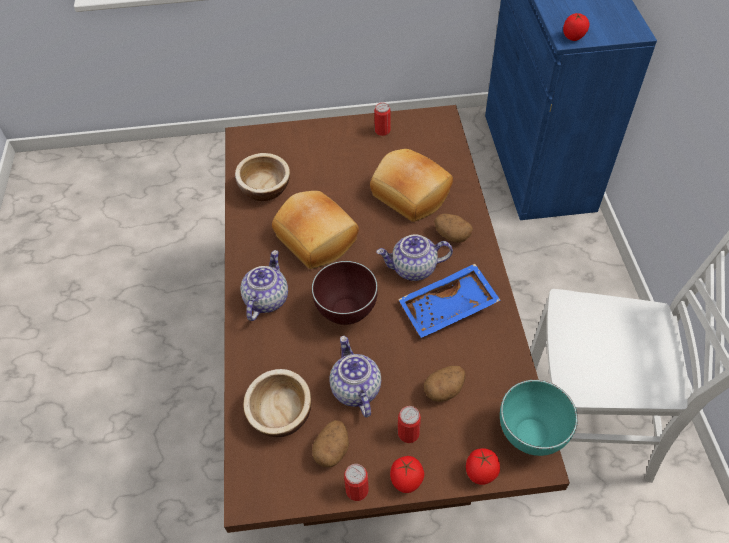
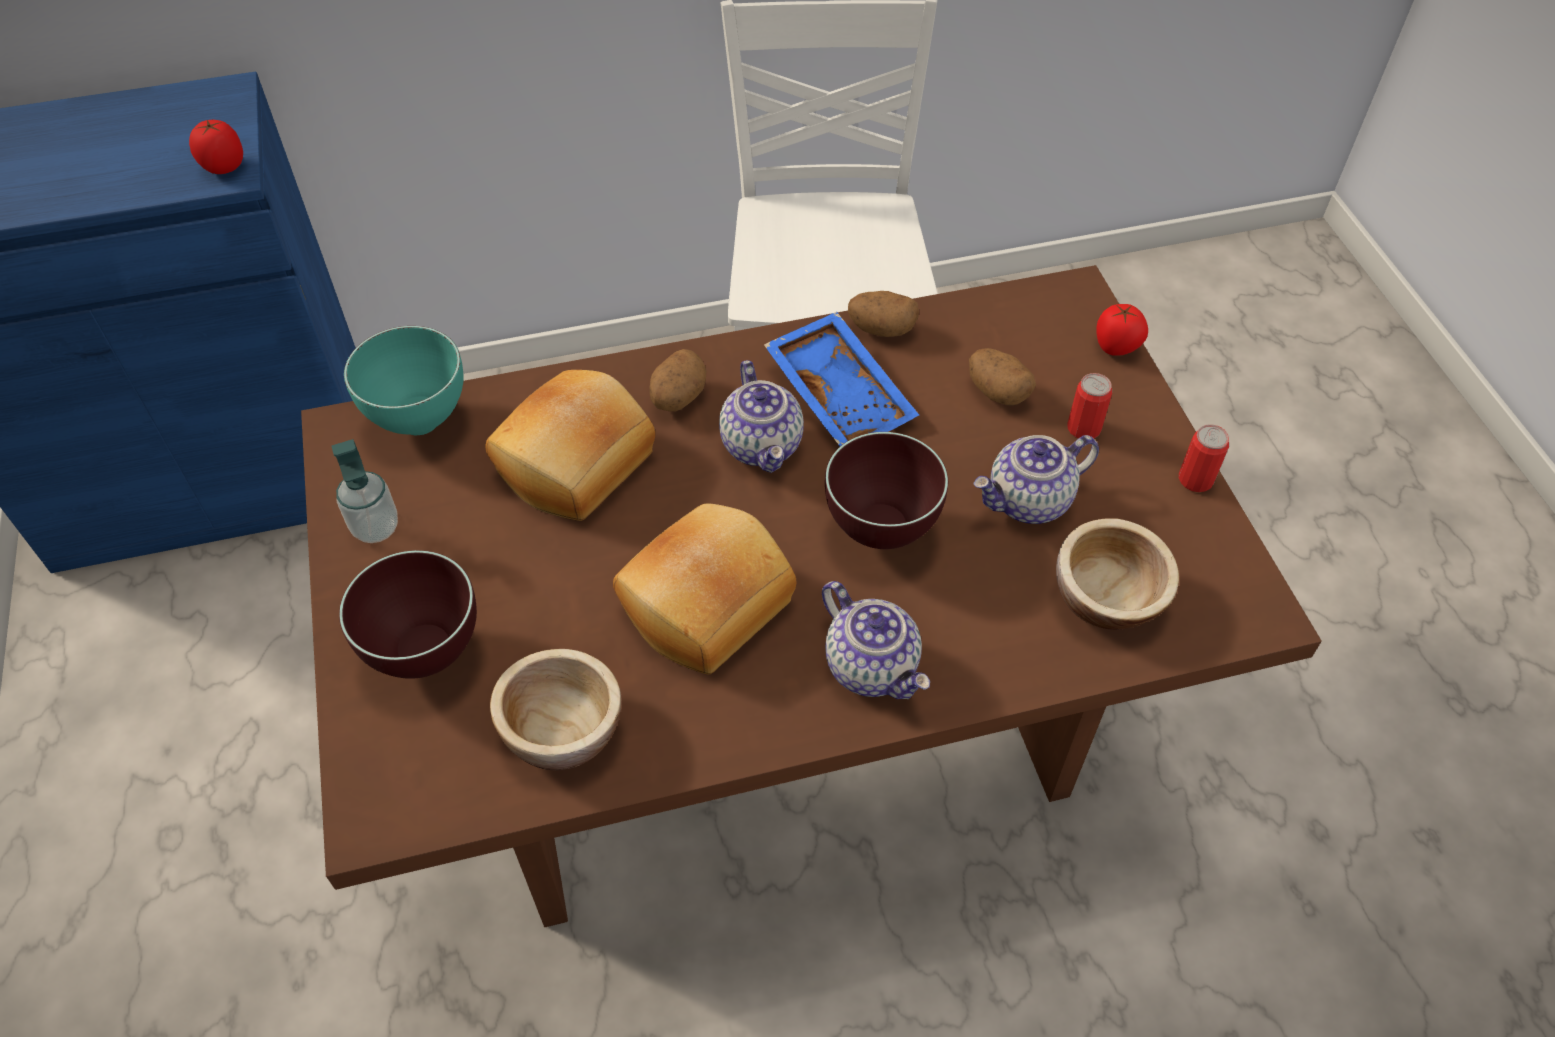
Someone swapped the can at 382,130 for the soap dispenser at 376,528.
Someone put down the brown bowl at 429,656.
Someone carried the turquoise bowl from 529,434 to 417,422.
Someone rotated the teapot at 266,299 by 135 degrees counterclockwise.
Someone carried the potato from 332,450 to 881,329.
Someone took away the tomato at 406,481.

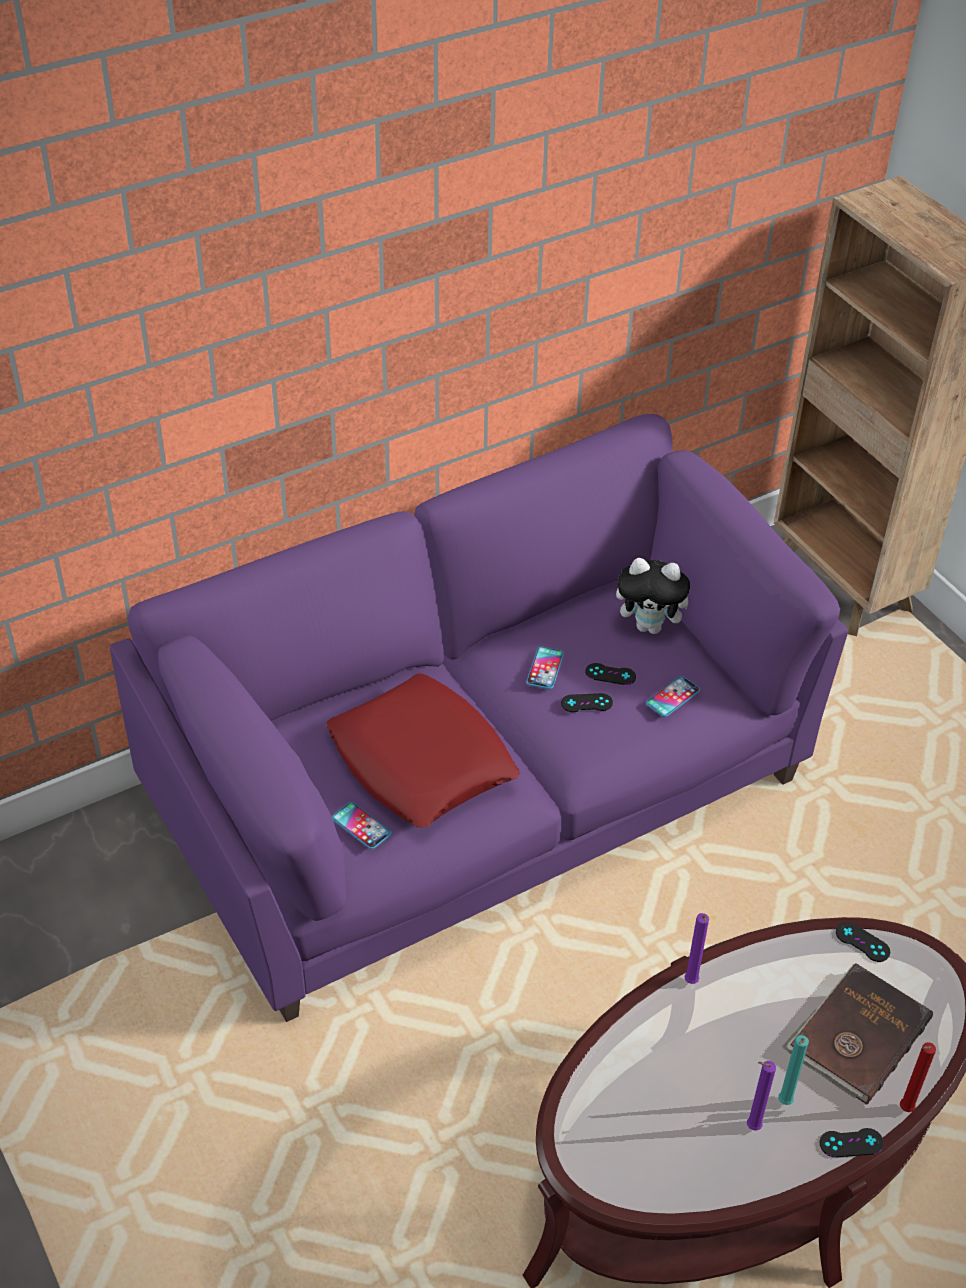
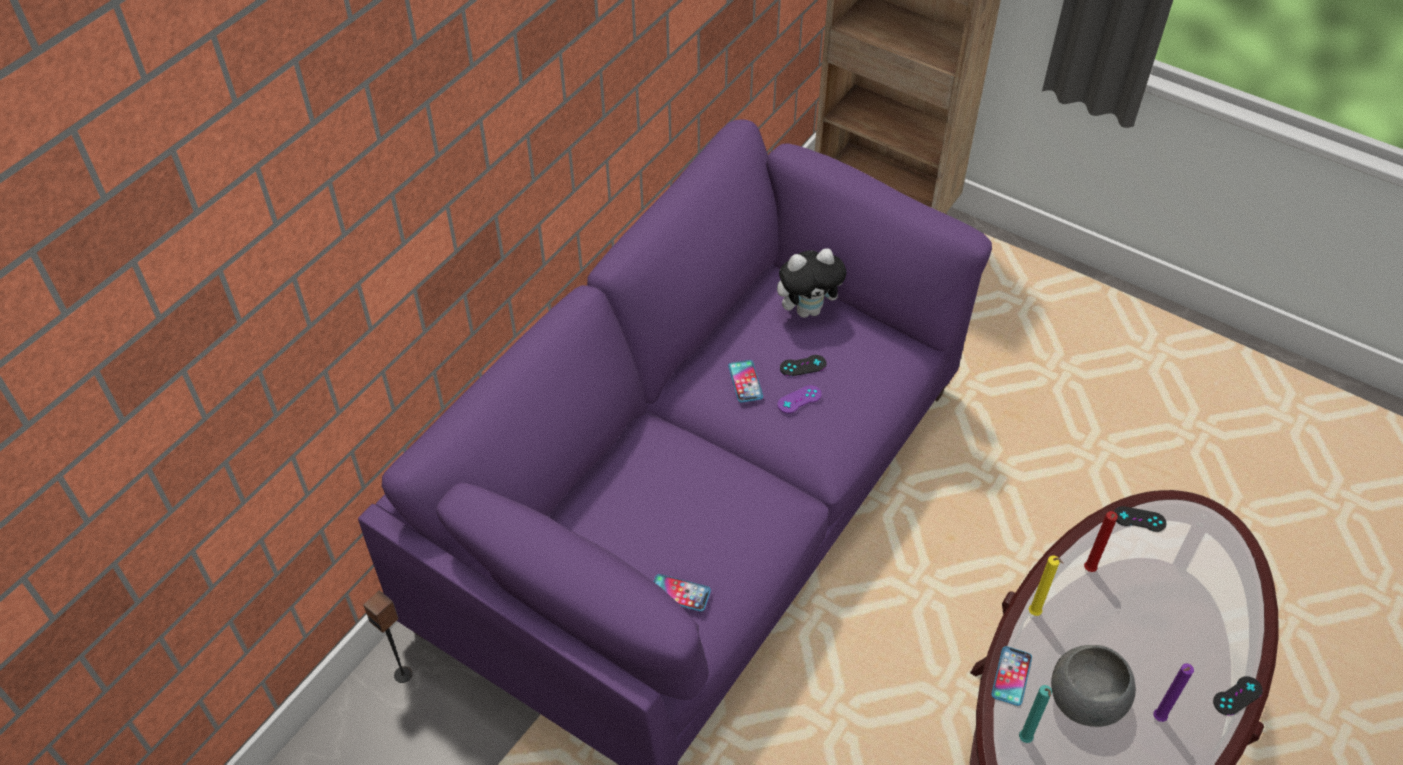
Someone put down the speaker at 403,674.
Someone repainted the black game controller at 586,703, which became the purple game controller at 799,399.
Someone carried the phone from 672,697 to 1011,676.
Someone carried the turquoise candle from 783,1103 to 1025,741.
Someone repainted the purple candle at 691,983, which became the yellow candle at 1035,614.
Someone put down the grey bowl at 1084,700.
Someone carried the red candle from 904,1110 to 1088,571.
Someone took away the red pillow at 422,761.
Someone took away the brown book at 856,1036.

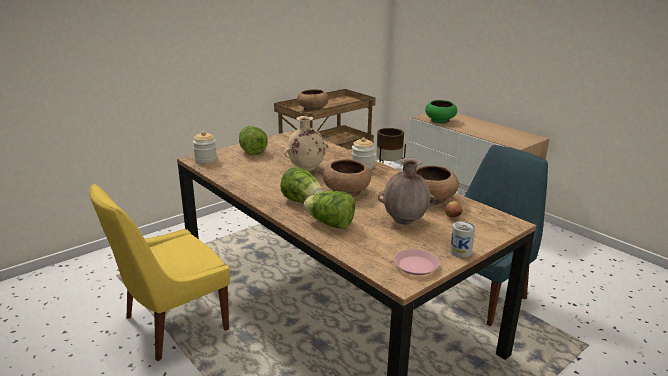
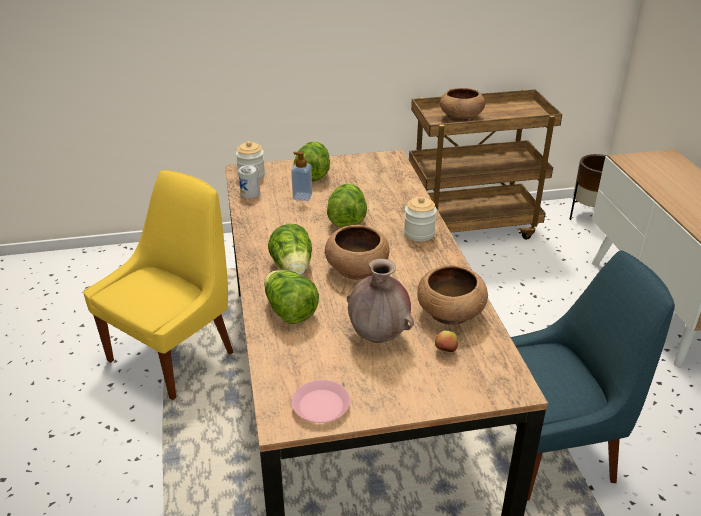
Someone rotated the yellow chair at 172,325 by 135 degrees clockwise.
Someone carried the can from 460,251 to 250,193.
Someone put down the soap dispenser at 302,196.
Someone swapped the beige vase at 306,169 for the lettuce at 347,219.
Someone took away the green bowl at 440,121.

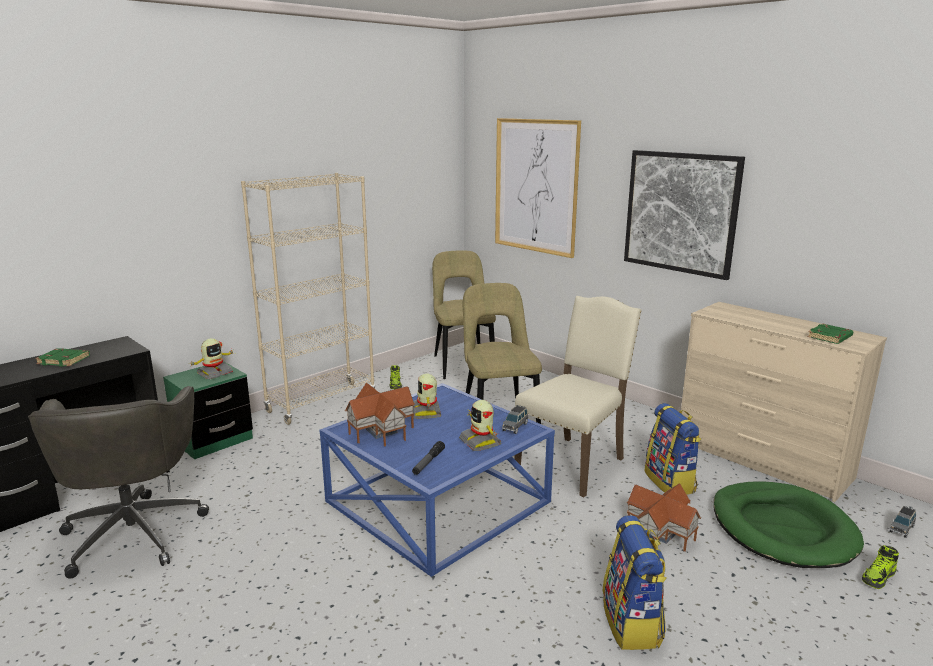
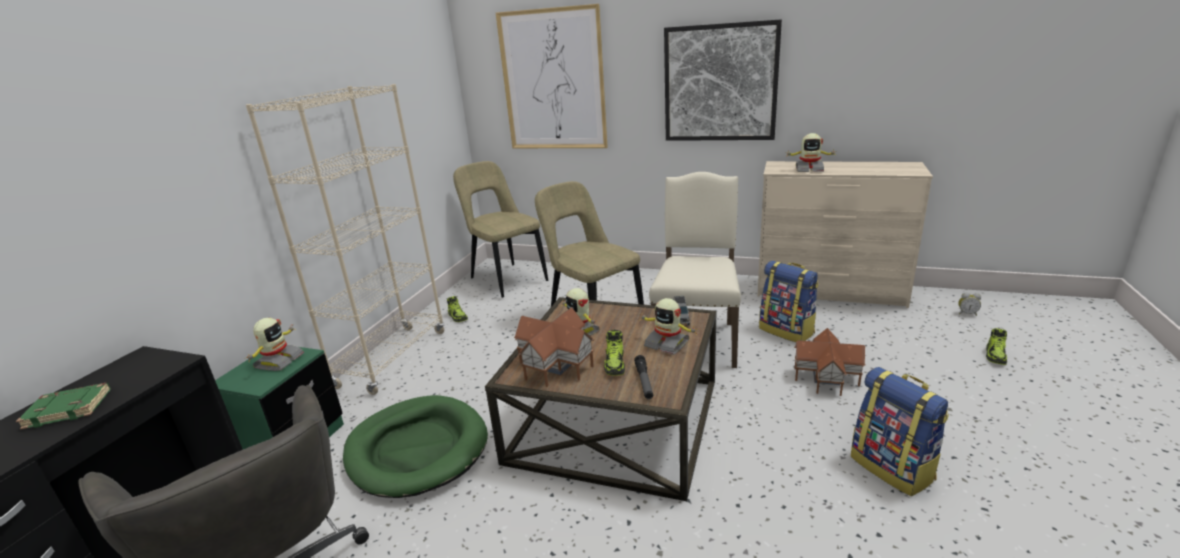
Someone carried the green dog bed from 782,529 to 417,449.
Someone repainted the blue coffee table at 439,501, which became the brown coffee table at 616,419.
Someone put down the shoe at 615,364.
Someone put down the toy robot at 809,169.
Someone swapped the grey toy car at 901,529 for the alarm clock at 967,313.
Someone took away the green book at 830,337.

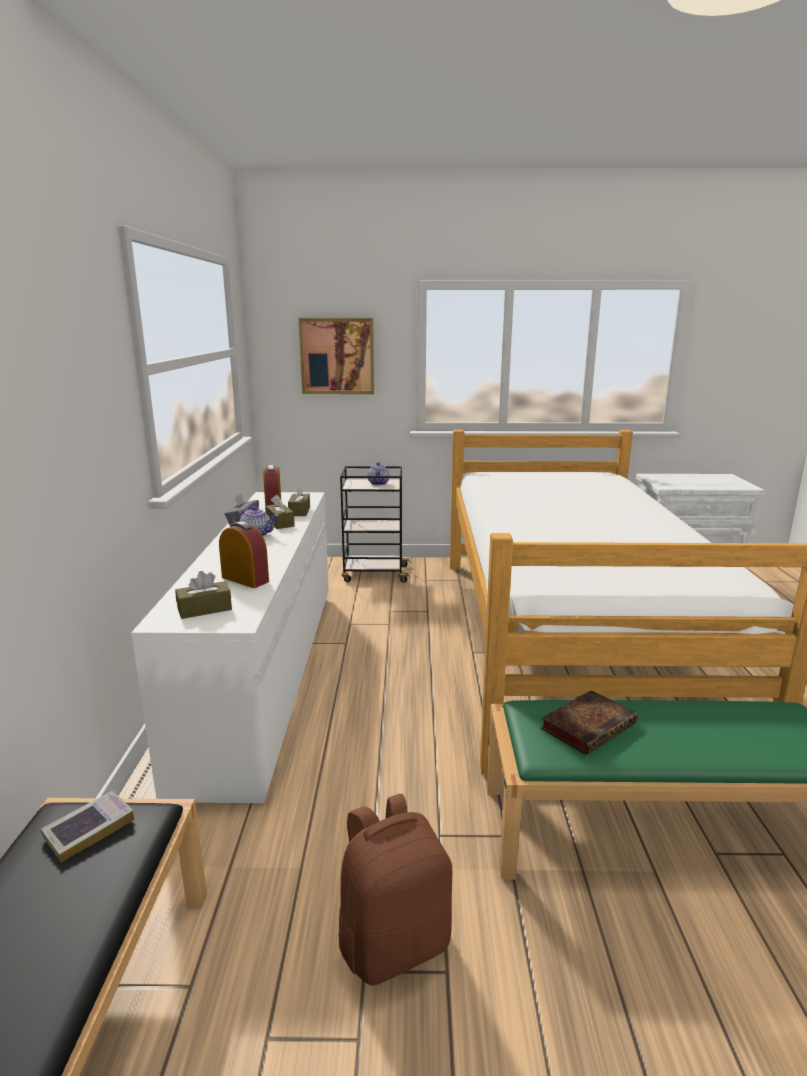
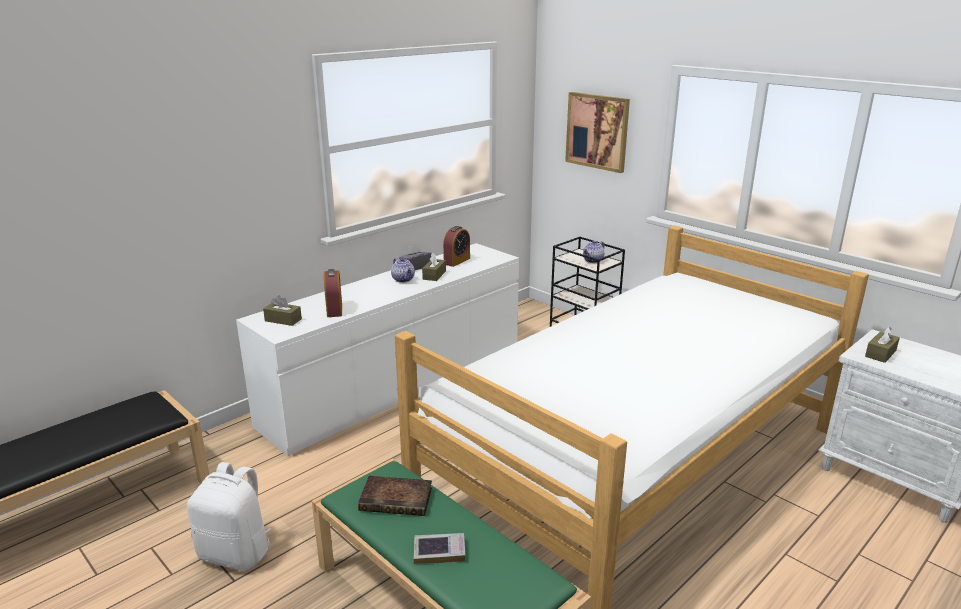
Someone repainted the brown backpack at 394,942, which became the white backpack at 236,553.
Someone carried the book from 89,829 to 439,551.
Someone carried the brown tissue box from 299,511 to 880,353.

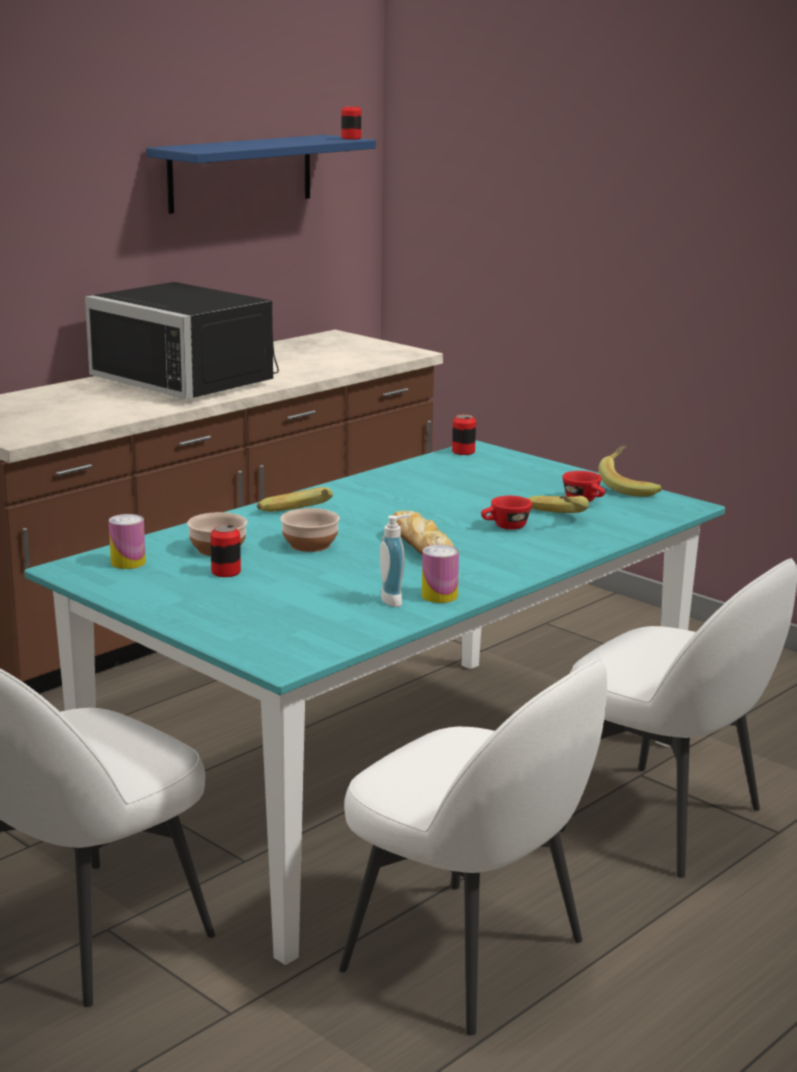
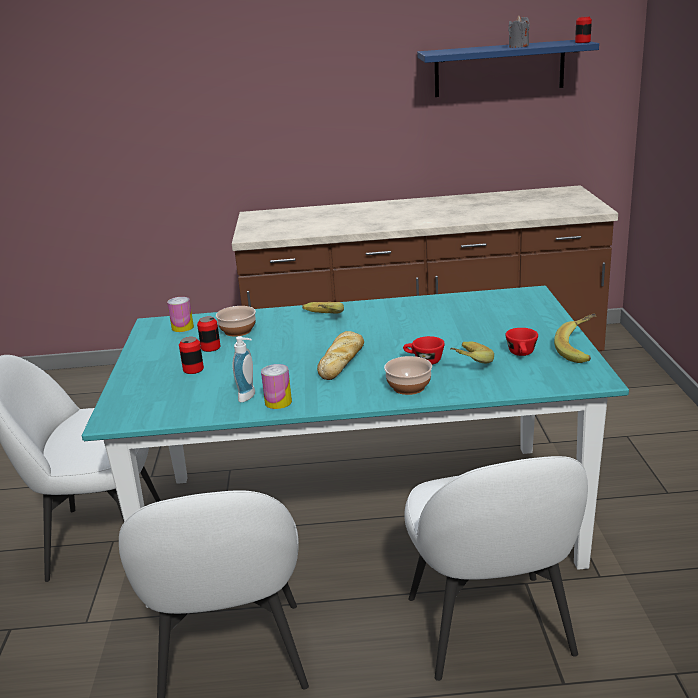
Someone carried the can from 463,452 to 193,369.
Someone carried the bowl from 309,544 to 408,387.
Someone put down the grey candle at 518,47.
Someone took away the black microwave at 192,380.

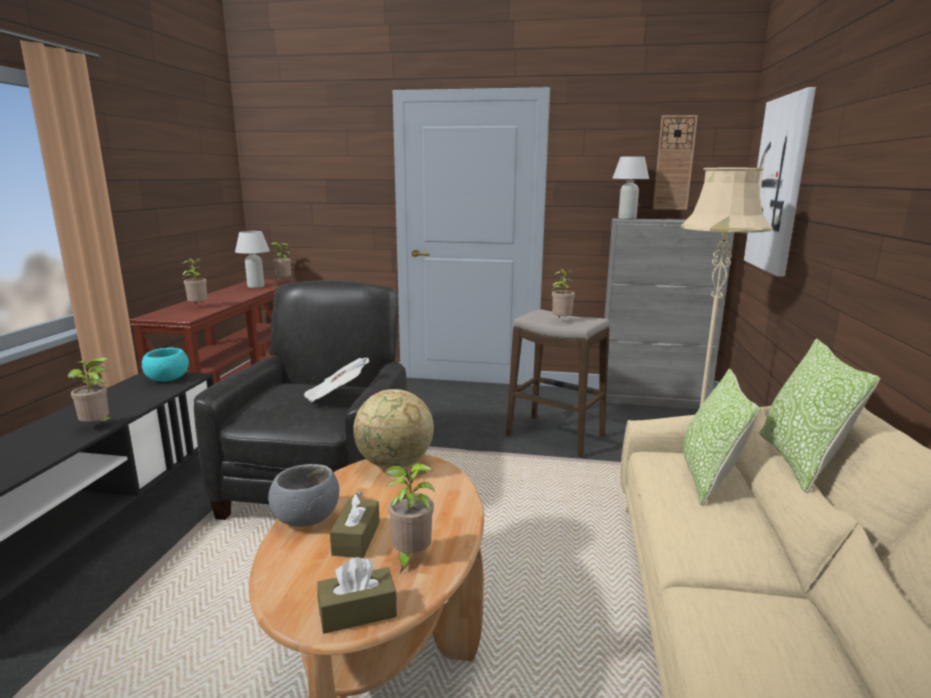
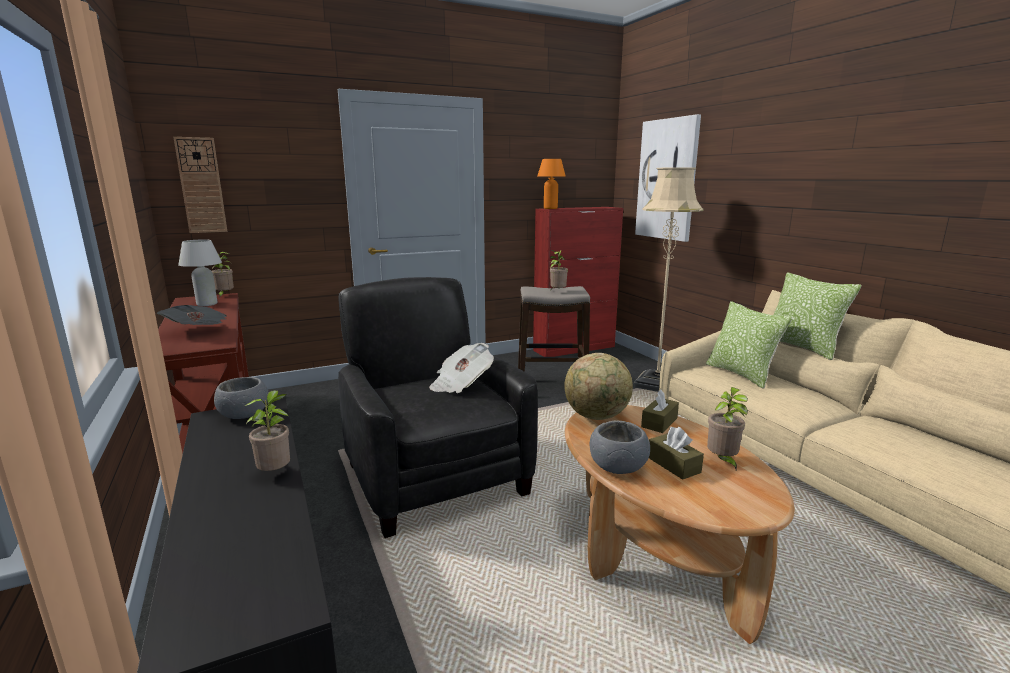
Someone swapped the potted plant at 198,307 for the newspaper at 198,332.
Someone carried the wall clock from 674,163 to 201,185.
Someone repainted the turquoise bowl at 168,378, which became the grey bowl at 244,414.
Someone repainted the grey cabinet at 652,400, which became the red cabinet at 574,348.
Someone repainted the white table lamp at 627,219, which became the orange table lamp at 550,208.
Someone carried the brown tissue box from 357,612 to 659,422.

